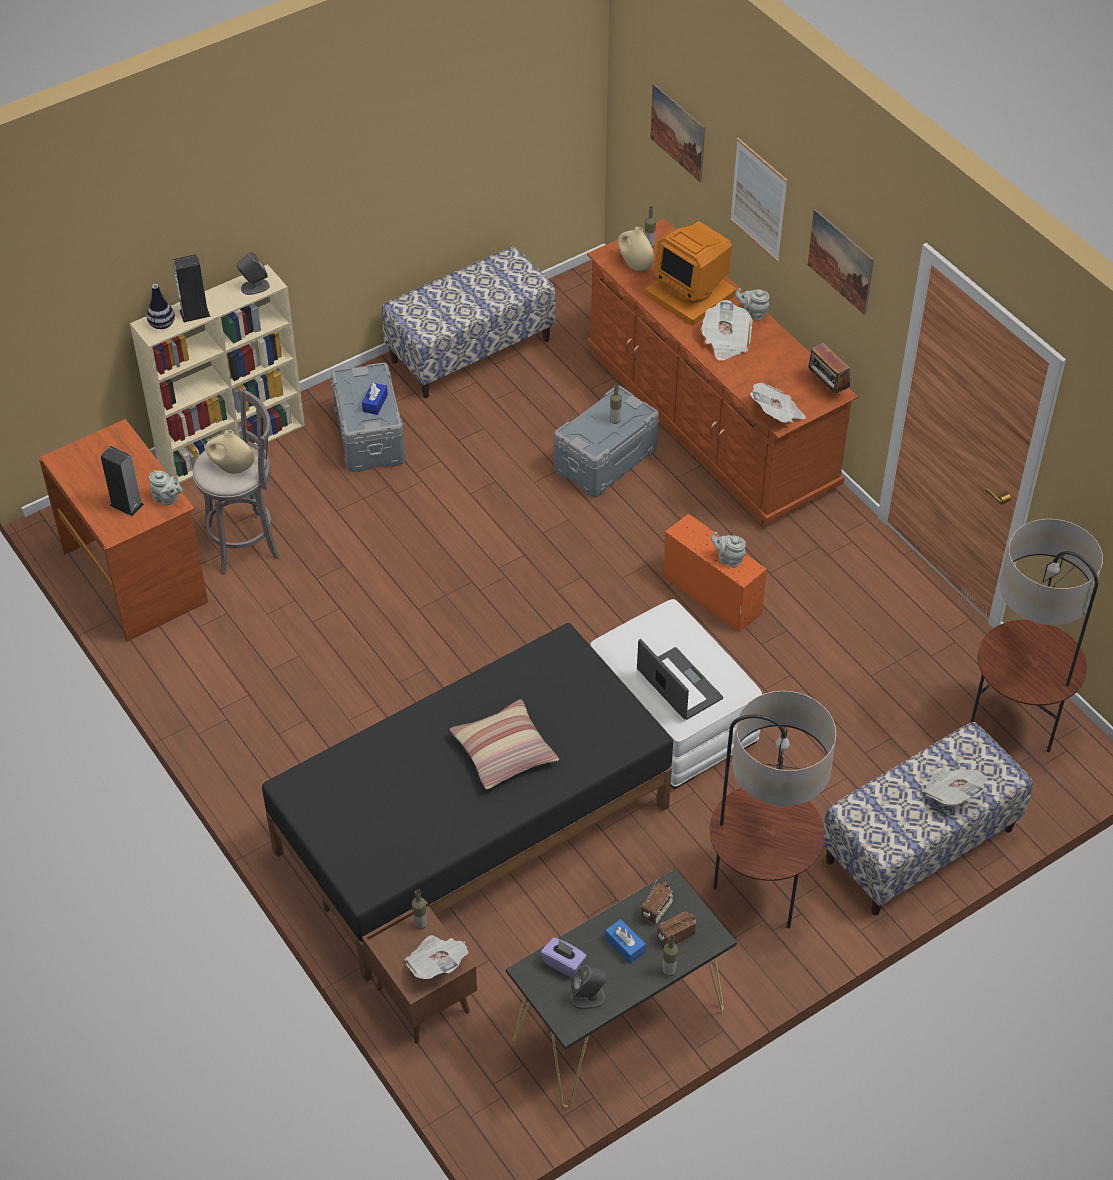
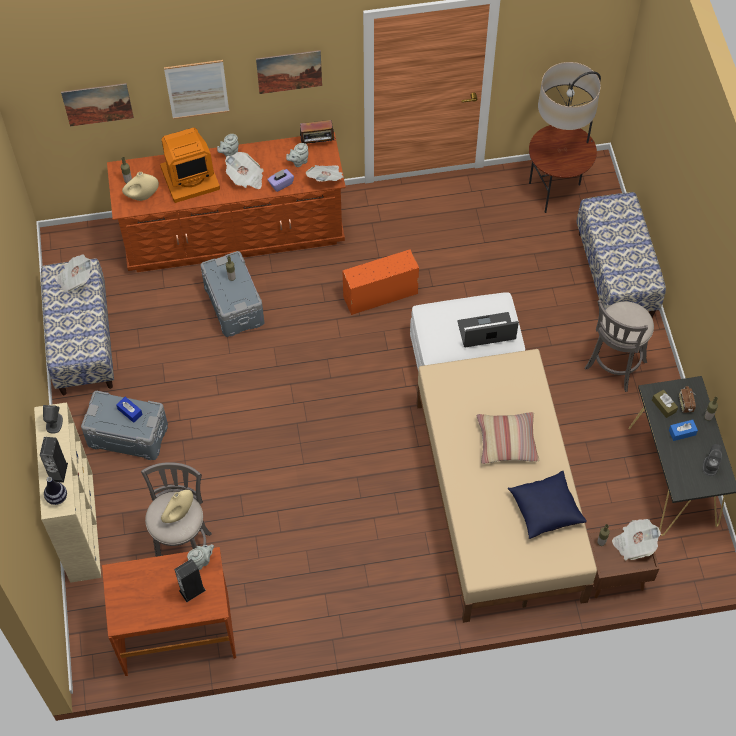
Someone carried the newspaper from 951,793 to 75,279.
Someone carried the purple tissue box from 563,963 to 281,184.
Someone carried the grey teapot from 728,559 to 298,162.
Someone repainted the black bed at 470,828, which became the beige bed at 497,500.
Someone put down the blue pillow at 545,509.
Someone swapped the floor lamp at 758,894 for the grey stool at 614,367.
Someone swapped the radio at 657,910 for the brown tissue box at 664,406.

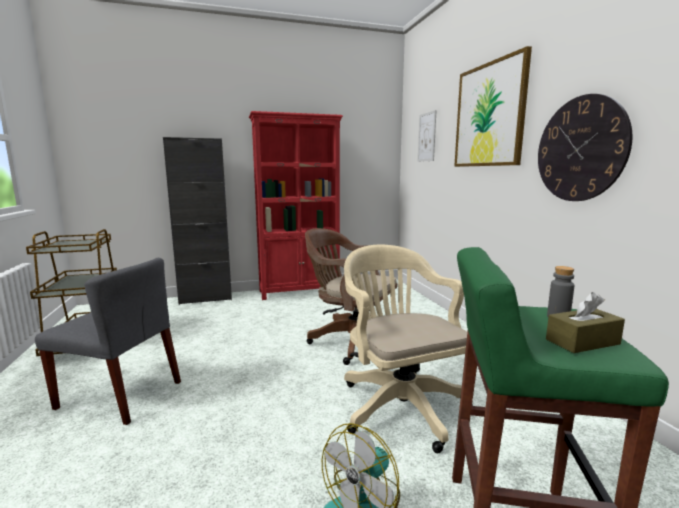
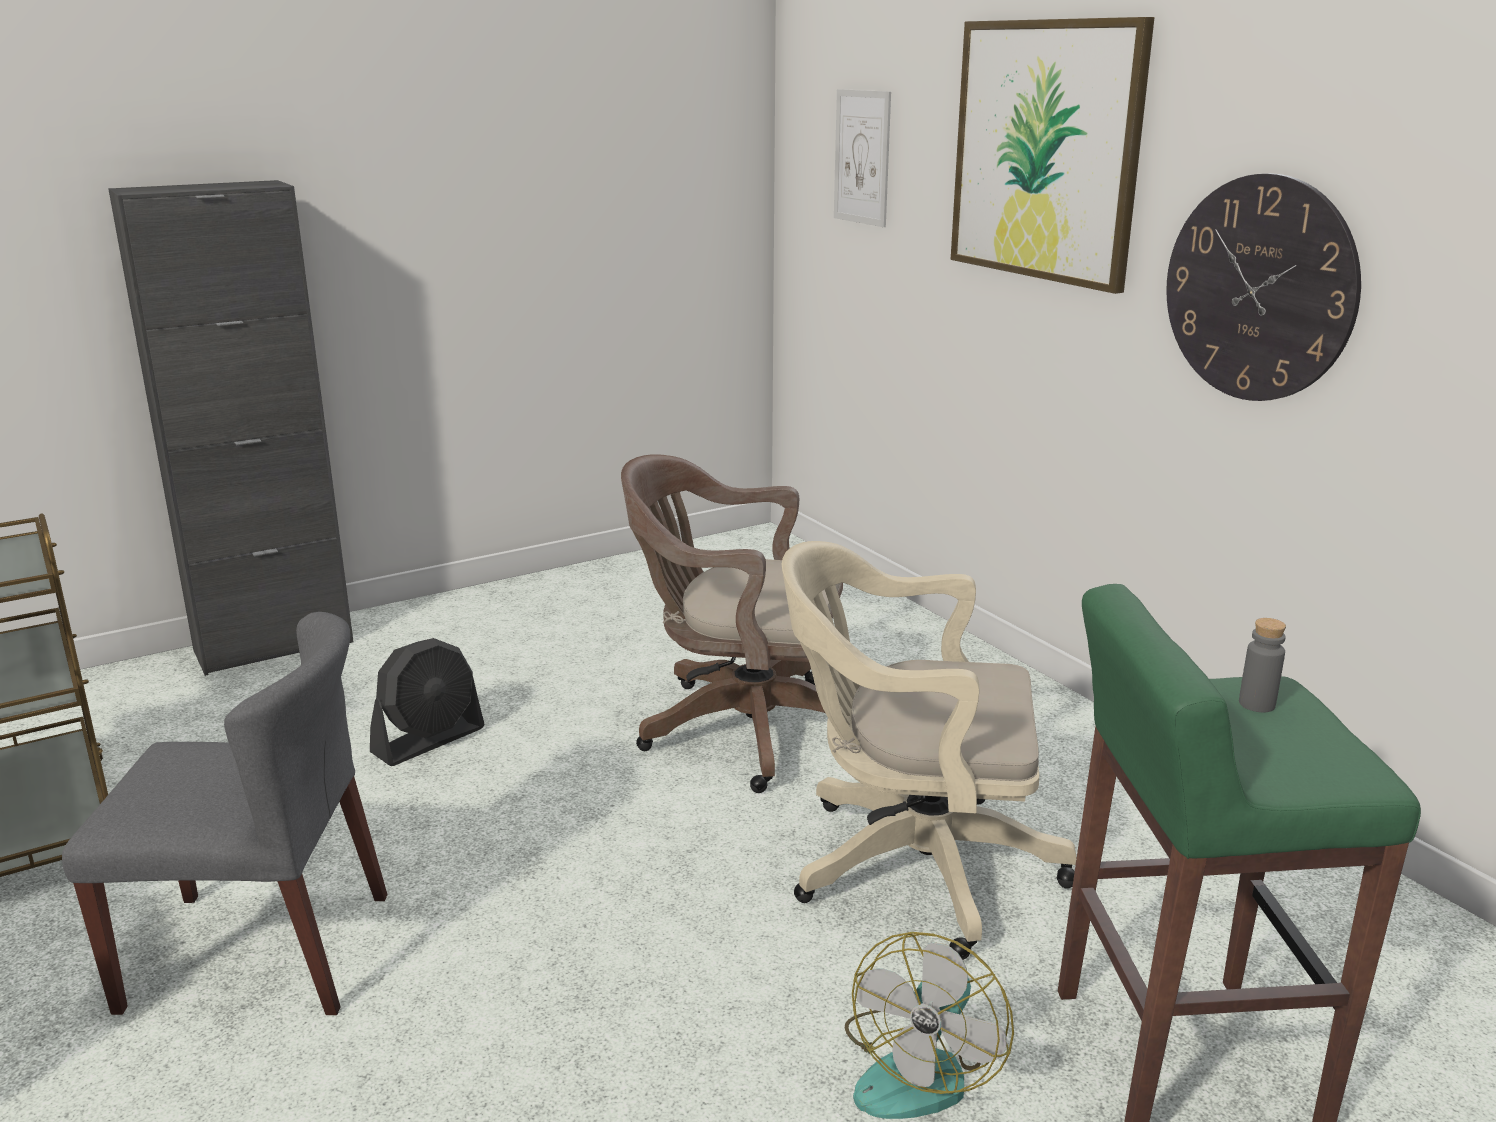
Someone put down the black fan at 429,740.
Someone rotated the beige office chair at 399,403 by 45 degrees counterclockwise.
Someone took away the red bookcase at 300,292.
Someone took away the brown tissue box at 582,342.

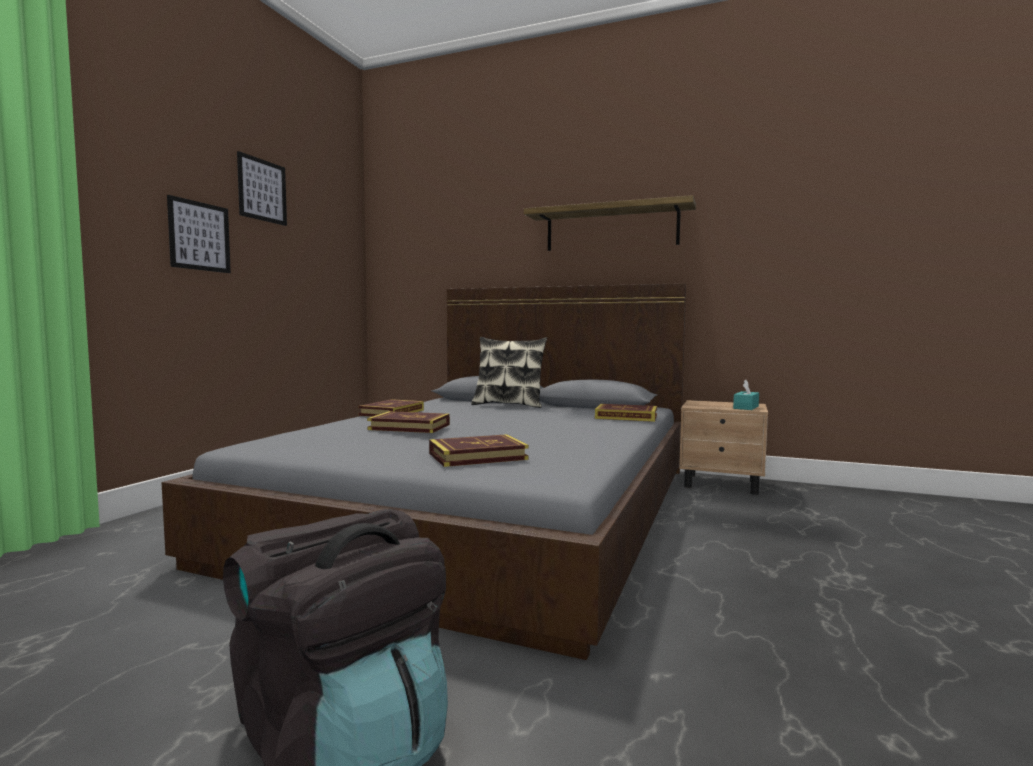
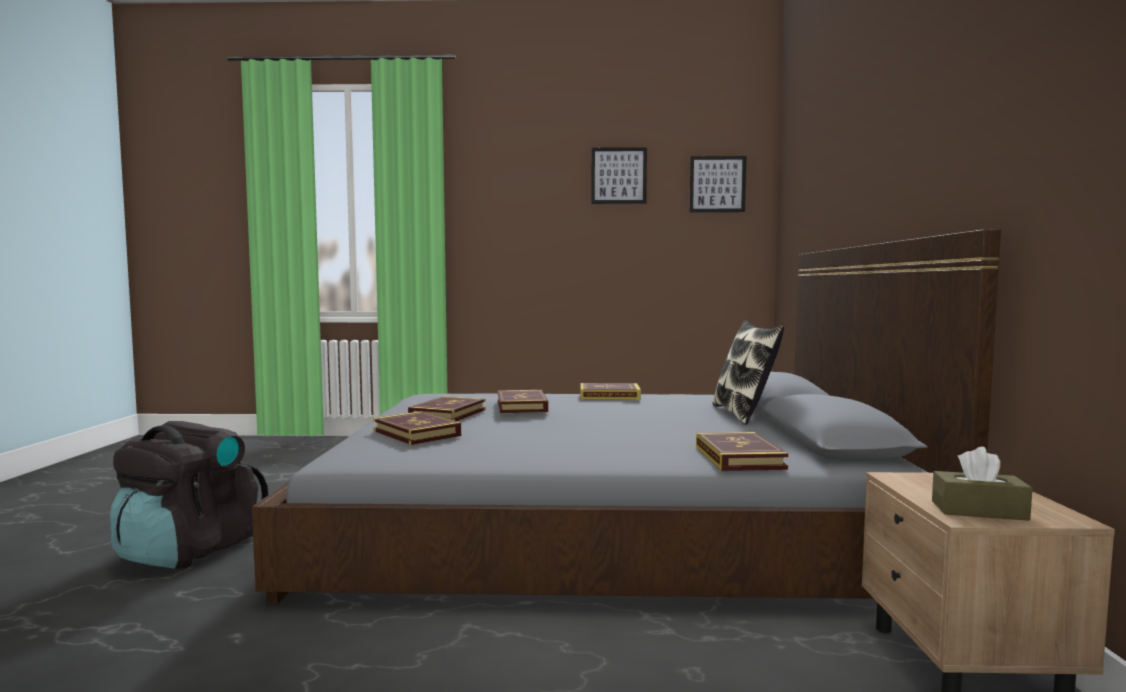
Someone put down the book at 448,414.
Someone carried the picture from 199,236 to 717,184.
Someone repainted the turquoise tissue box at 746,407, which became the brown tissue box at 979,510.
Someone took away the shelf at 611,228.

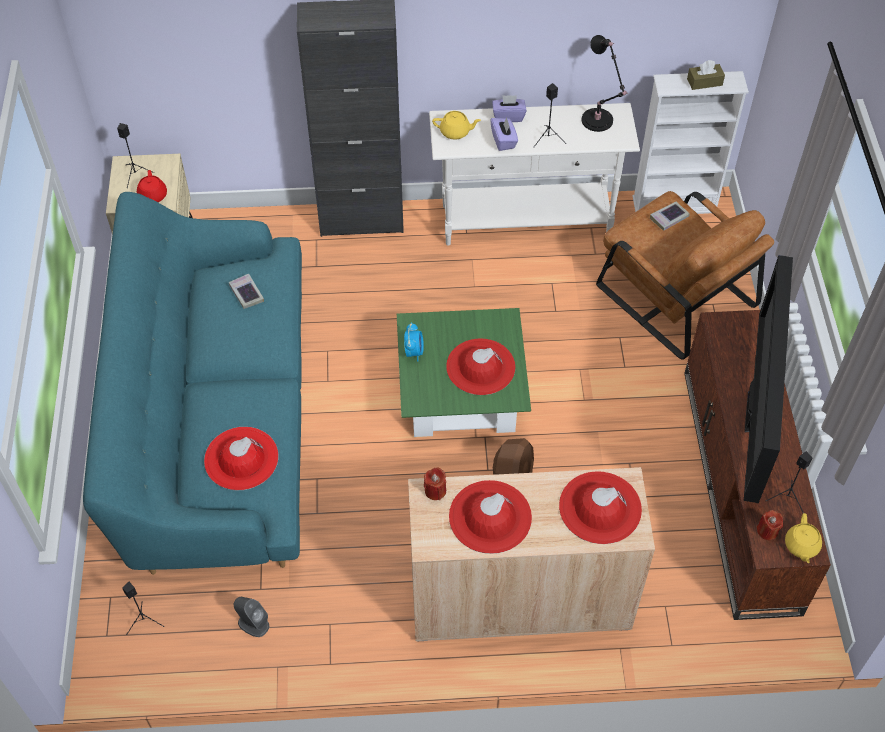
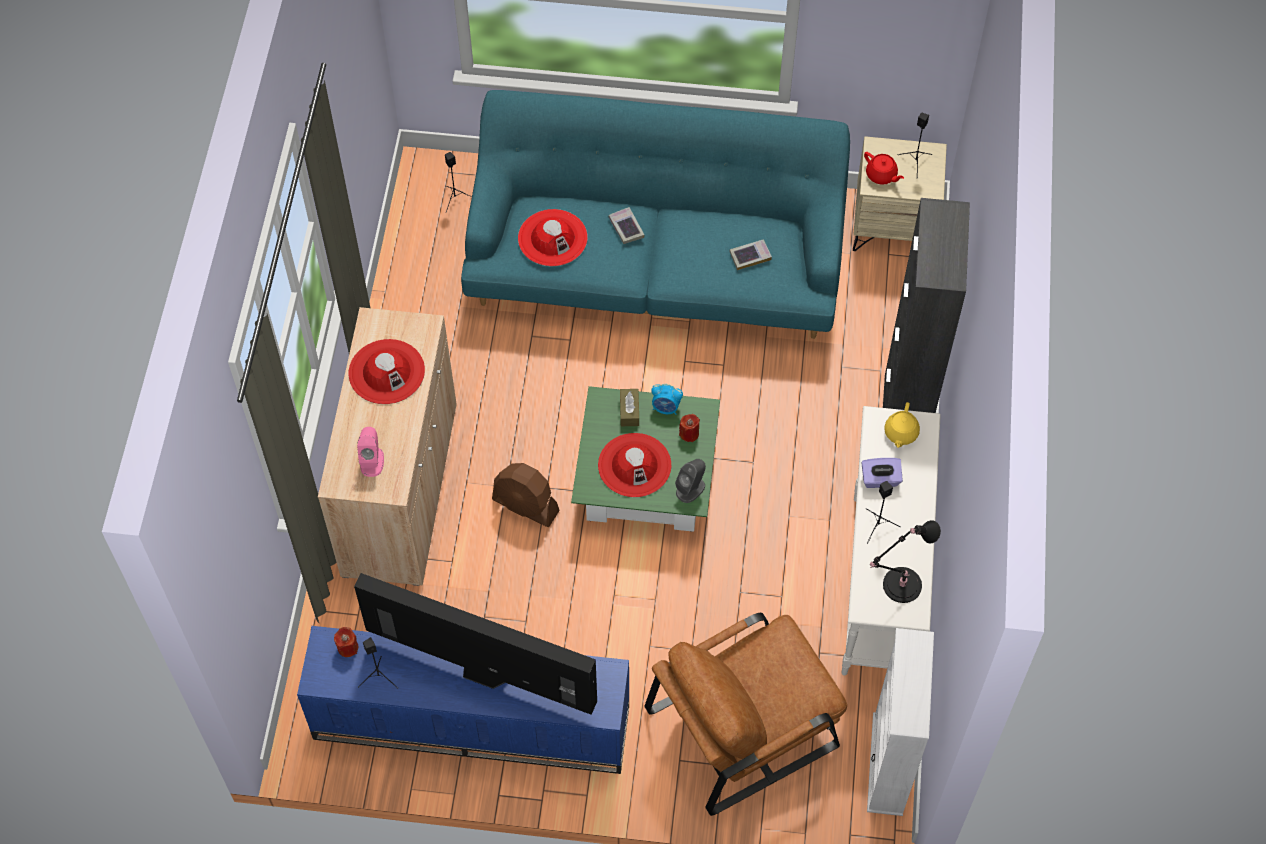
Someone repainted the brown tv stand at 742,488, which became the blue tv stand at 469,724.
Someone swapped the red hat at 600,507 for the pink speaker at 372,461.
Someone carried the book from 669,218 to 626,228.
Someone carried the brown tissue box from 704,82 to 629,411.
Someone carried the grey speaker from 253,623 to 690,489.
Someone carried the red candle from 435,490 to 689,433.
Someone rotated the red teapot at 152,196 by 135 degrees counterclockwise.
Someone took away the purple tissue box at 508,116.
Someone took away the yellow teapot at 801,546.

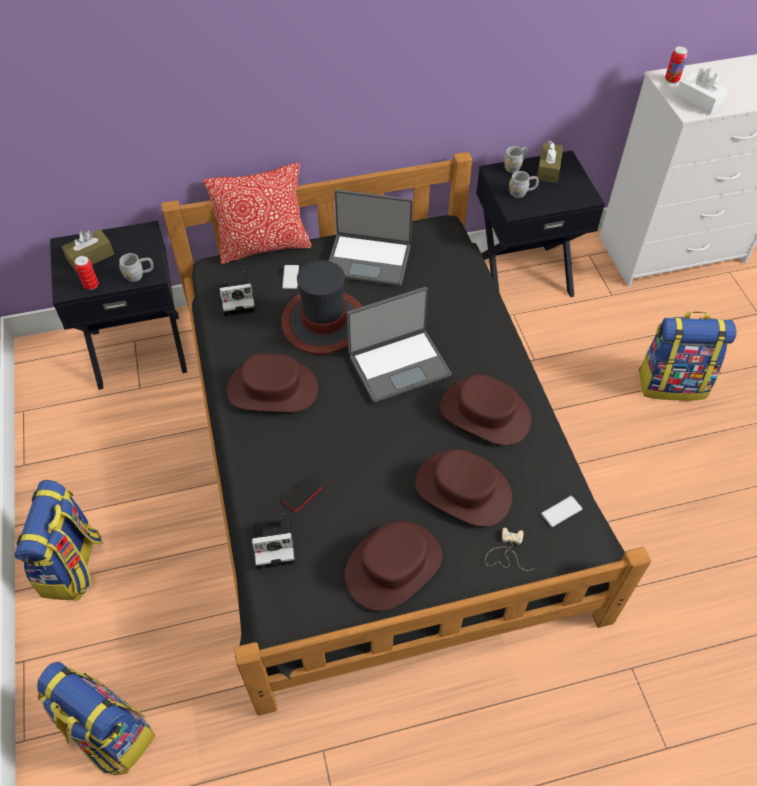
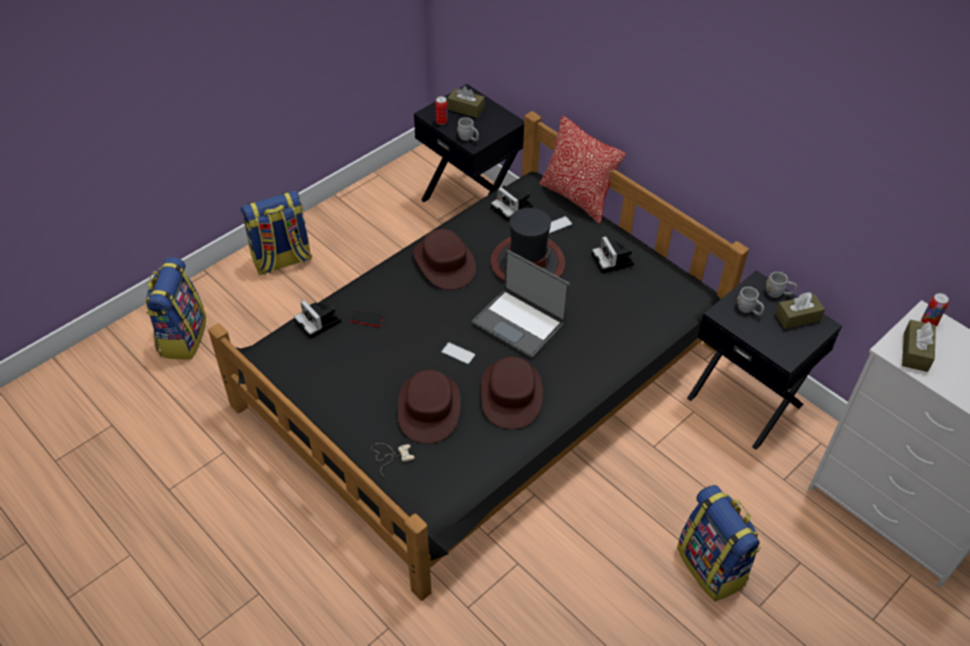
Someone carried the phone from 561,511 to 458,353.
Someone swapped the laptop at 369,259 for the photo camera at 613,261.
Someone repainted the white tissue box at 698,101, which became the brown tissue box at 915,352.
Someone took away the brown hat at 393,565.

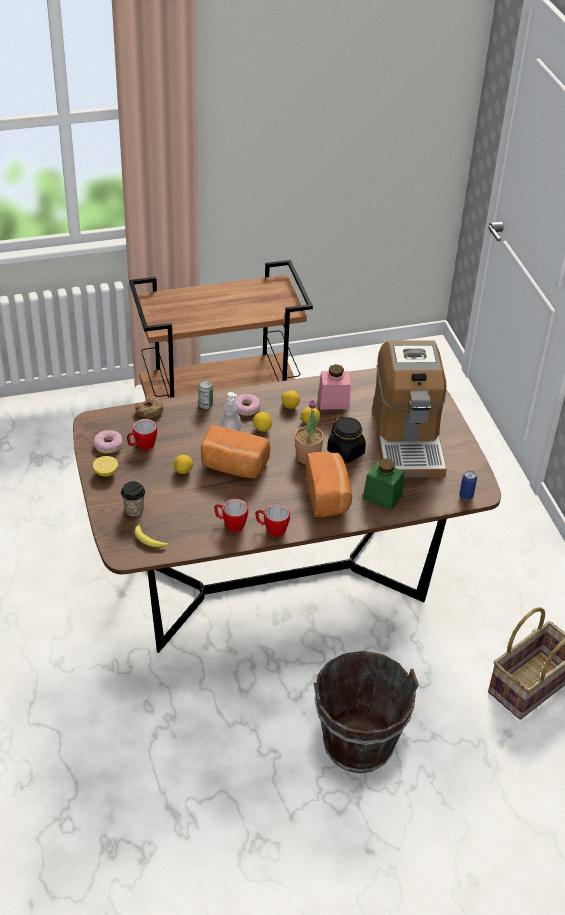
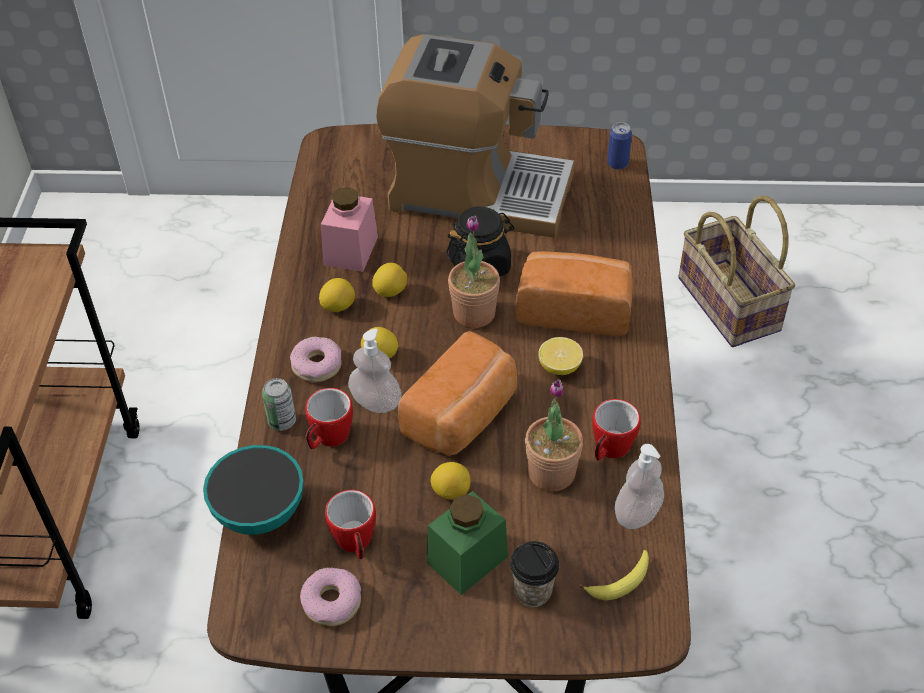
Someone swapped the donut at 149,411 for the bowl at 259,512.
Someone carried the mug from 272,529 to 328,439.
Someone carried the green jar from 382,497 to 467,559.
Someone put down the potted plant at 551,473.
Someone carried the lemon from 106,473 to 560,367.
Someone put down the soap dispenser at 637,514.
Someone took away the brown bucket at 358,745.

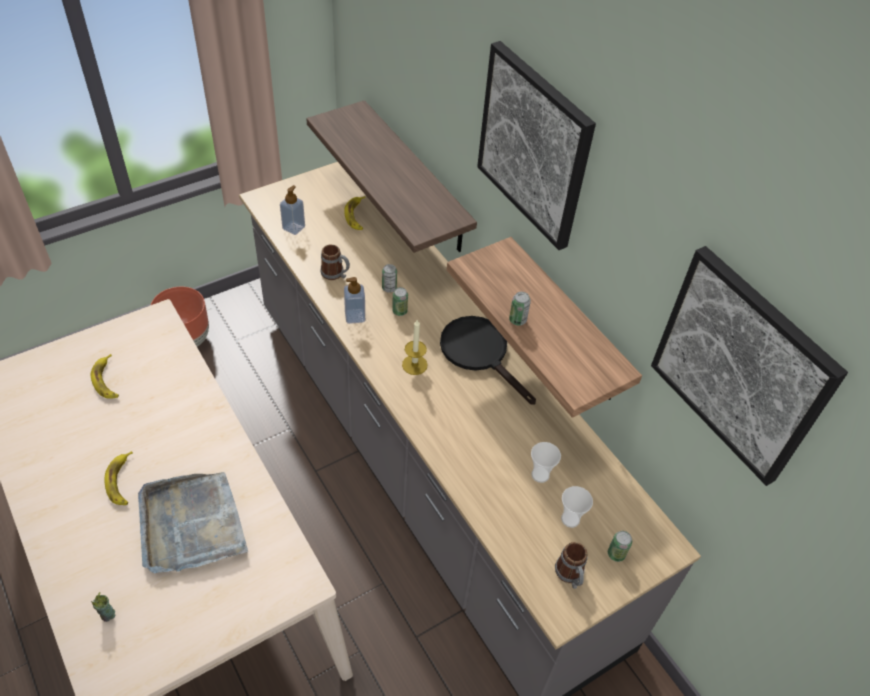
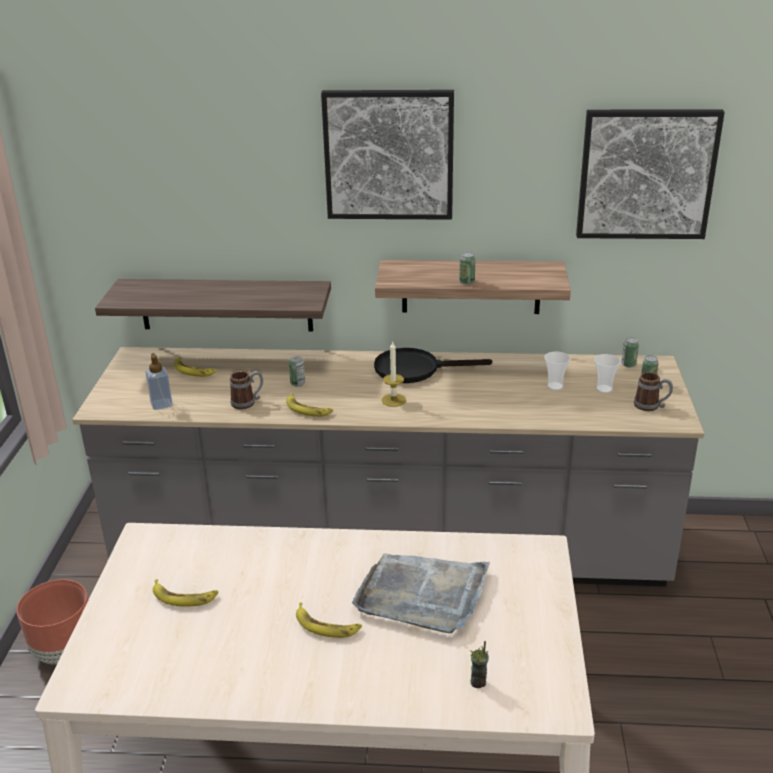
Someone swapped the soap dispenser at 355,316 for the banana at 308,409.
Someone carried the can from 399,311 to 628,364.

